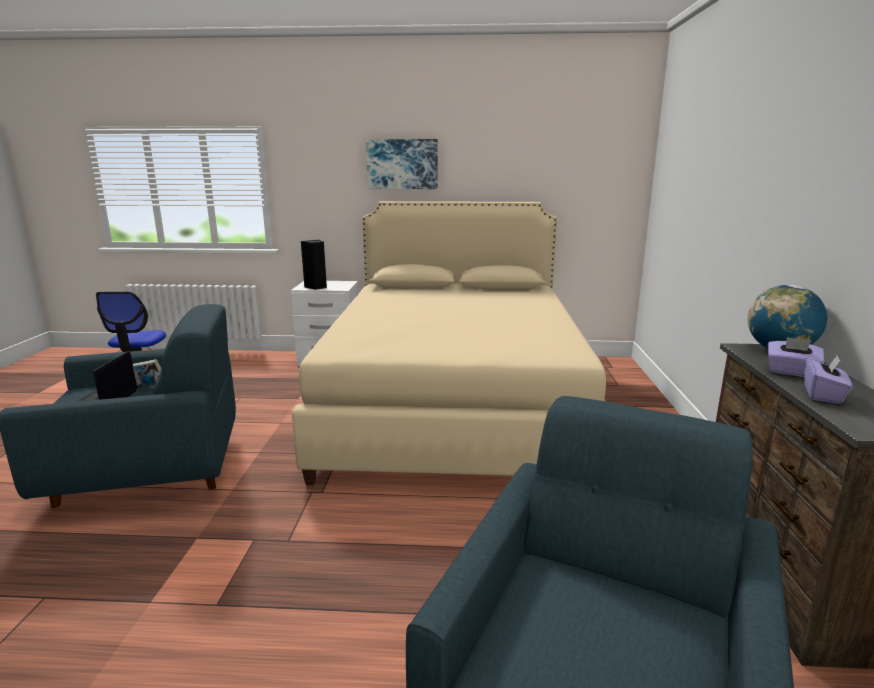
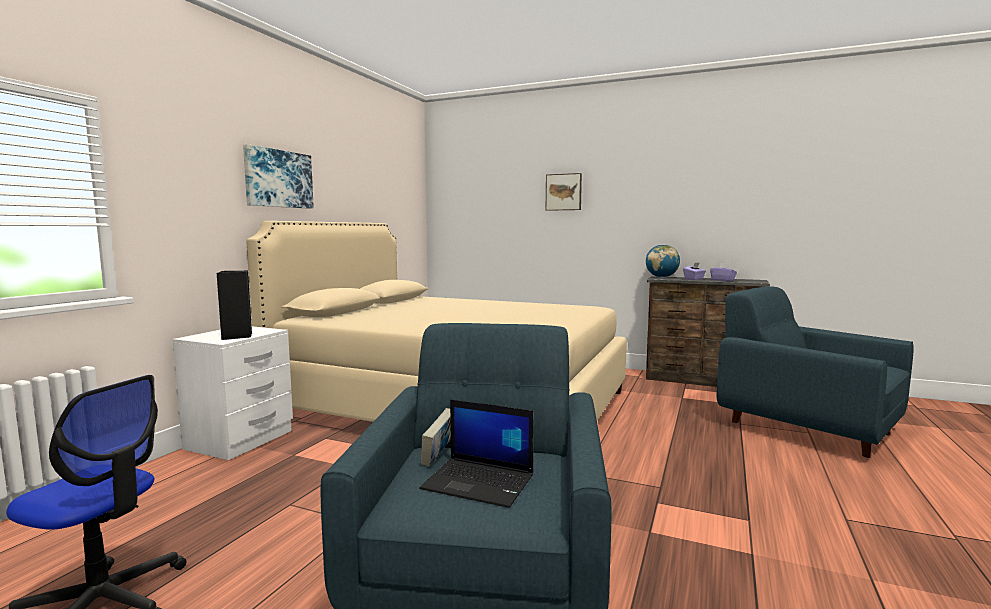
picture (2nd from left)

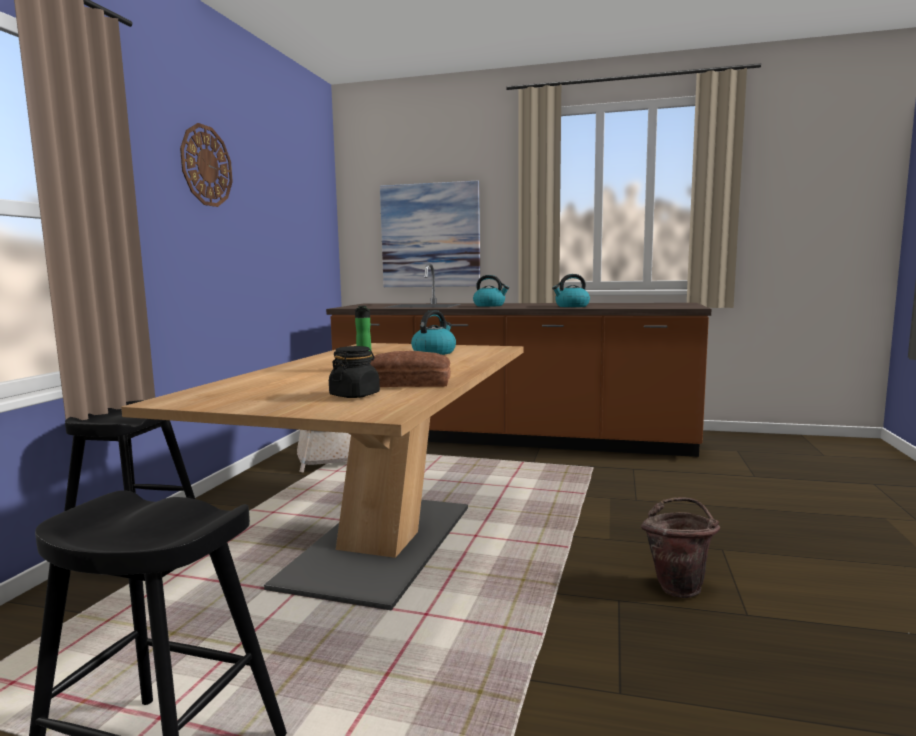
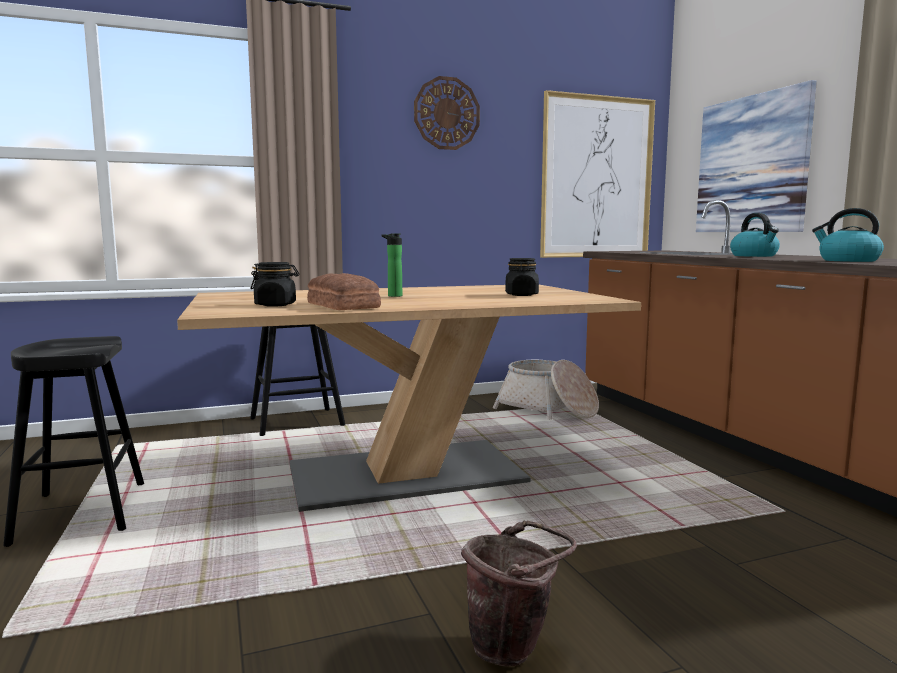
jar (black) (2nd from left); picture (1st from left)

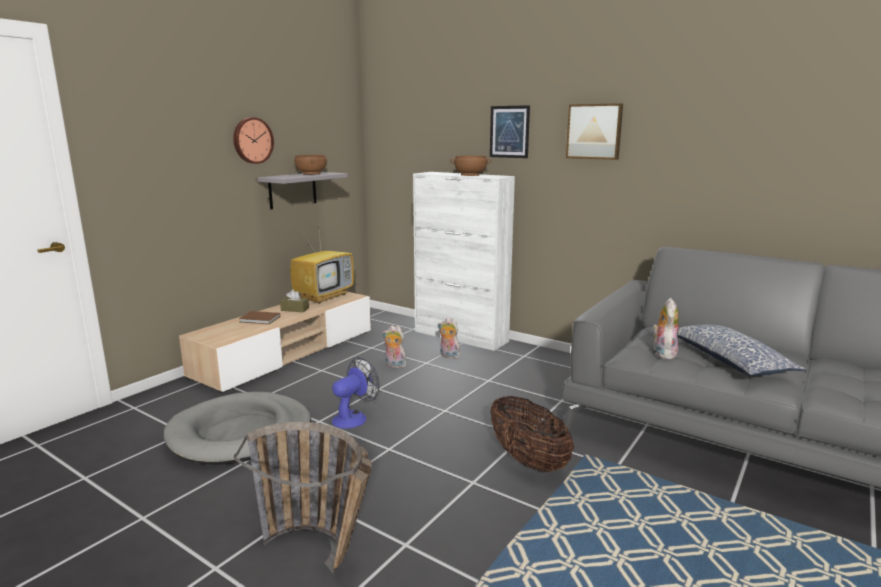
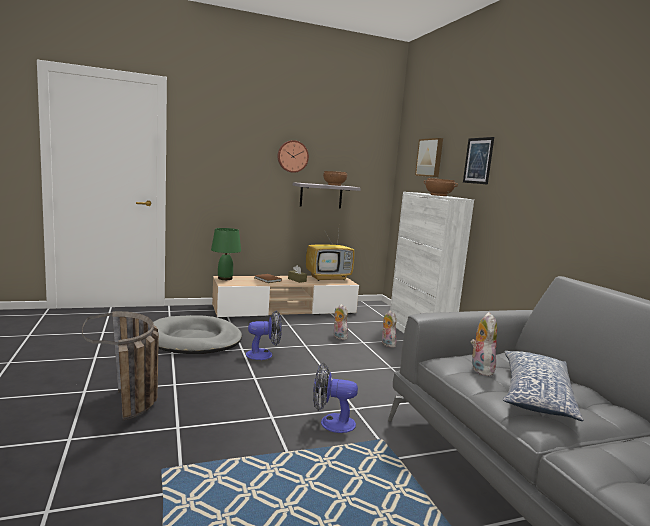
picture (1st from left); plush toy (3rd from left); fan (2nd from left); table lamp (green)

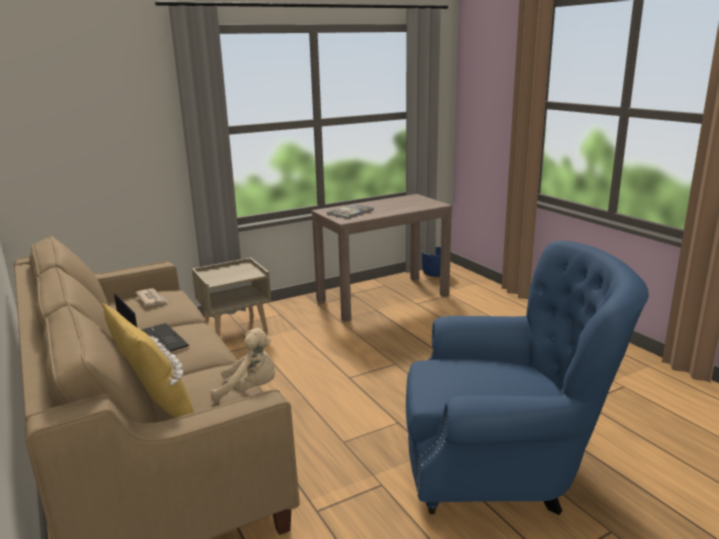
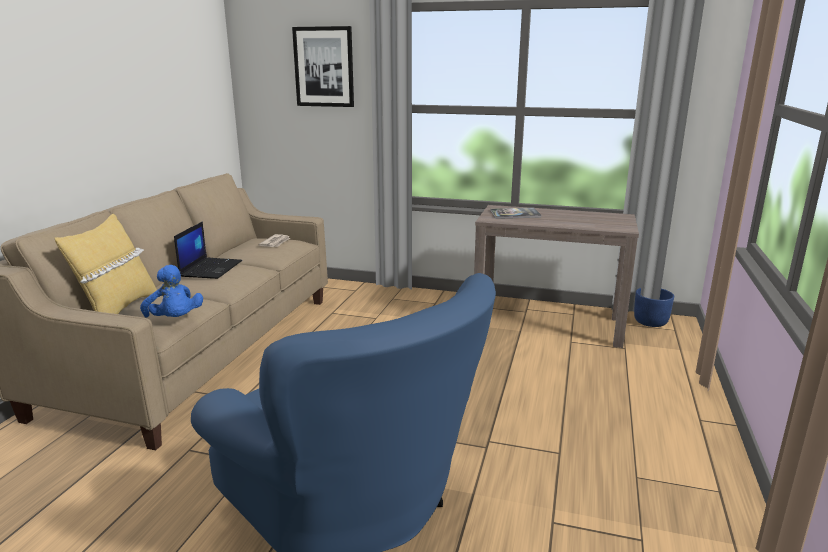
nightstand (beige); plush toy (blue); picture

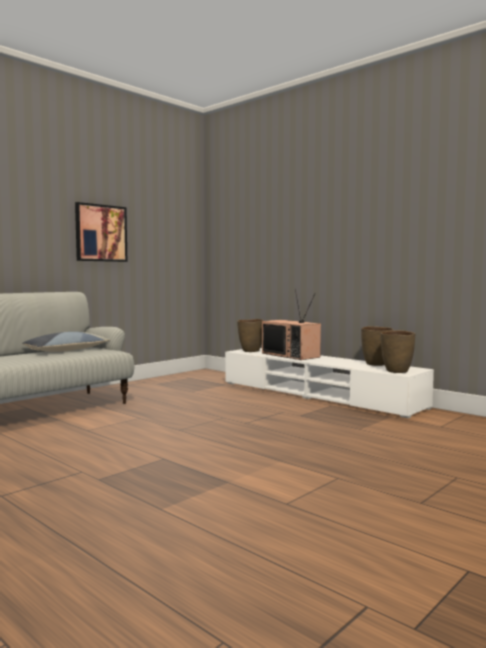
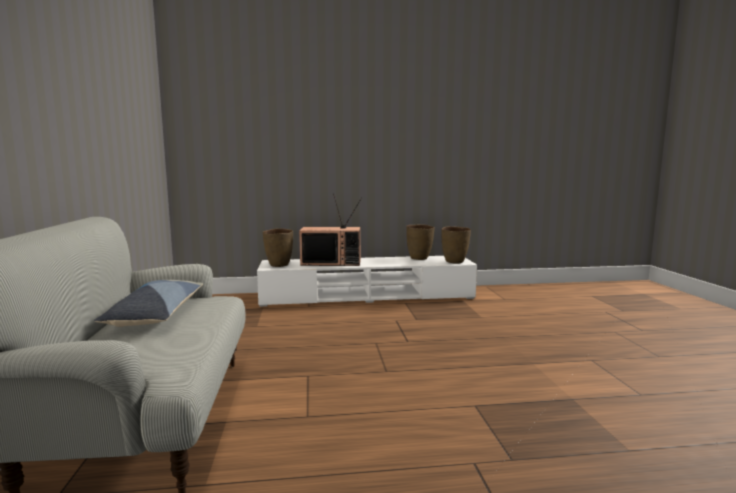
picture

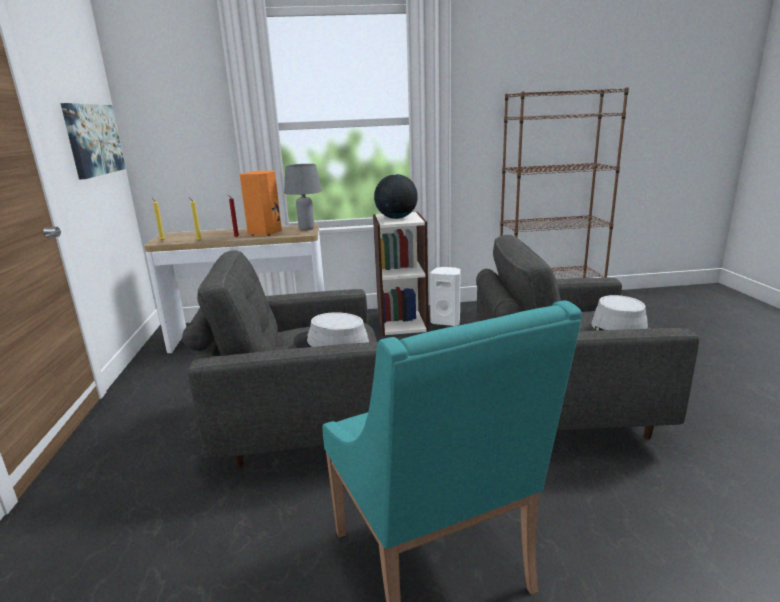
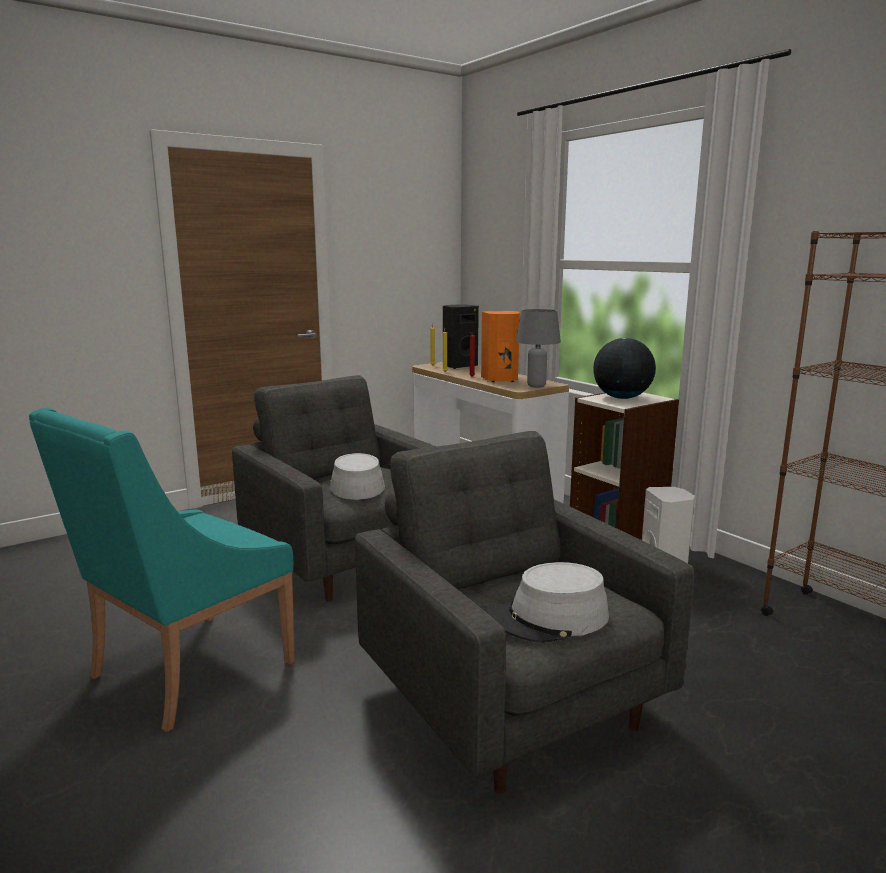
picture; speaker (black)

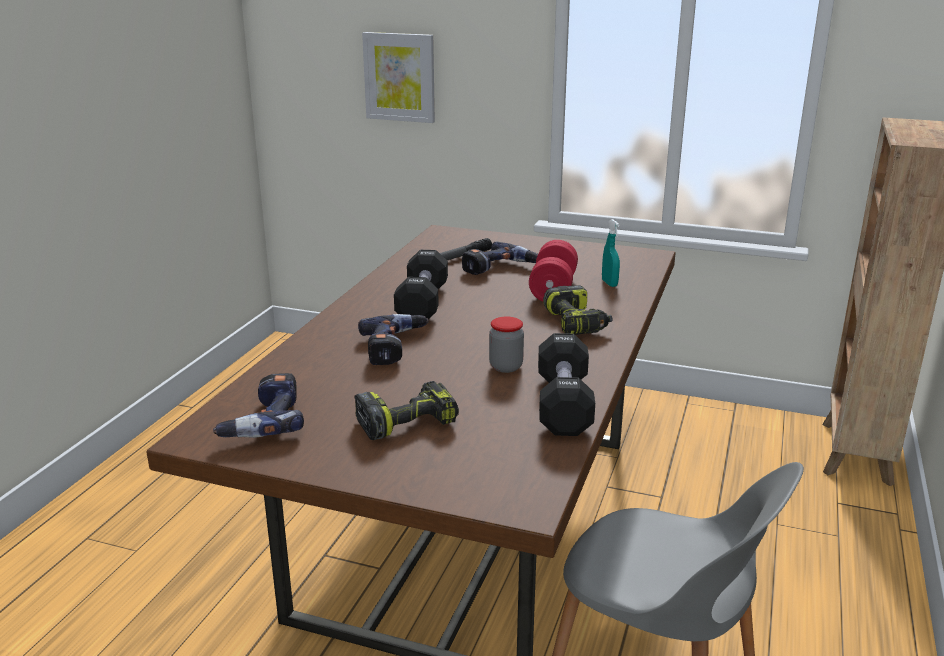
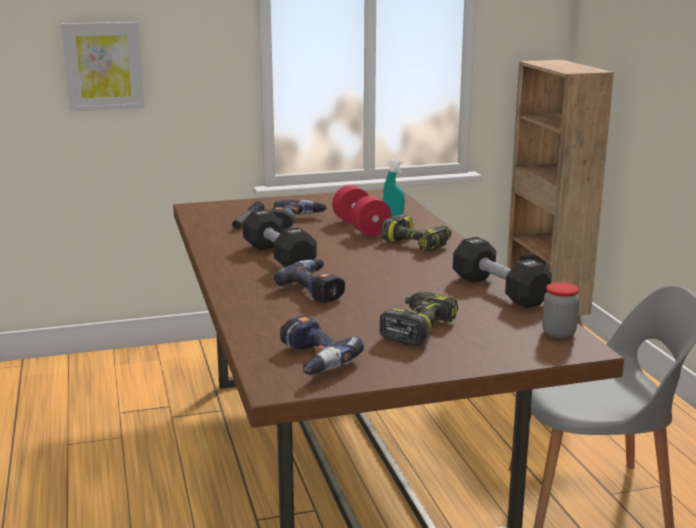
jar

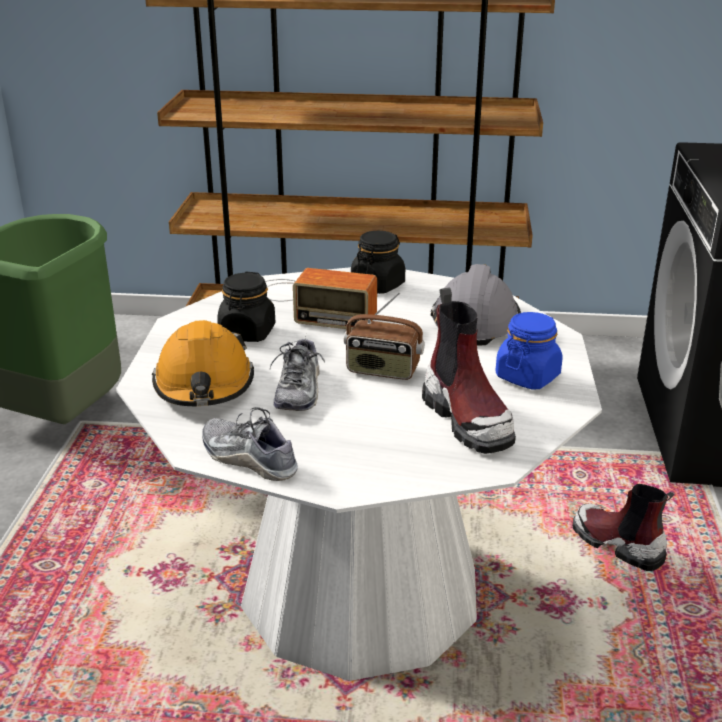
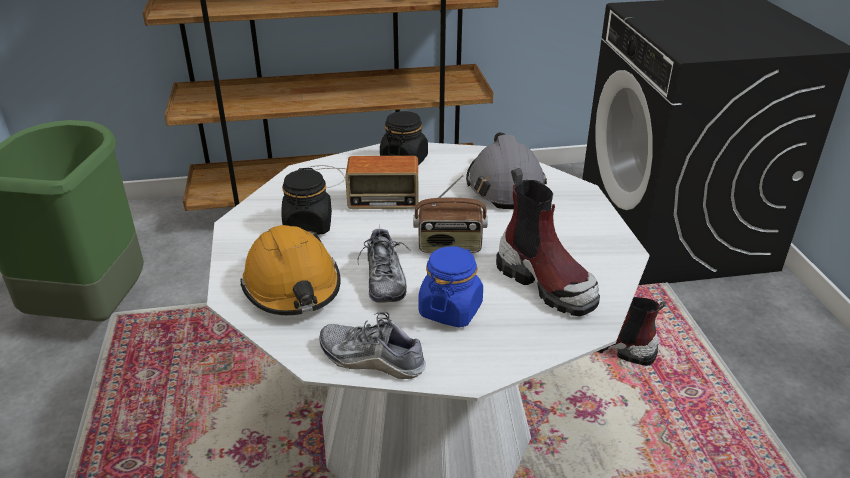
jar (blue)

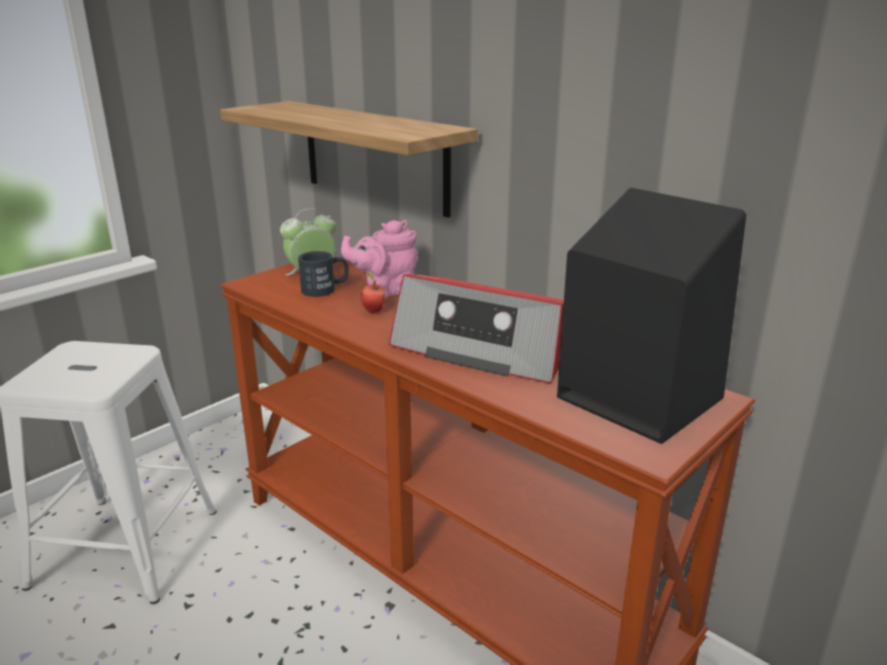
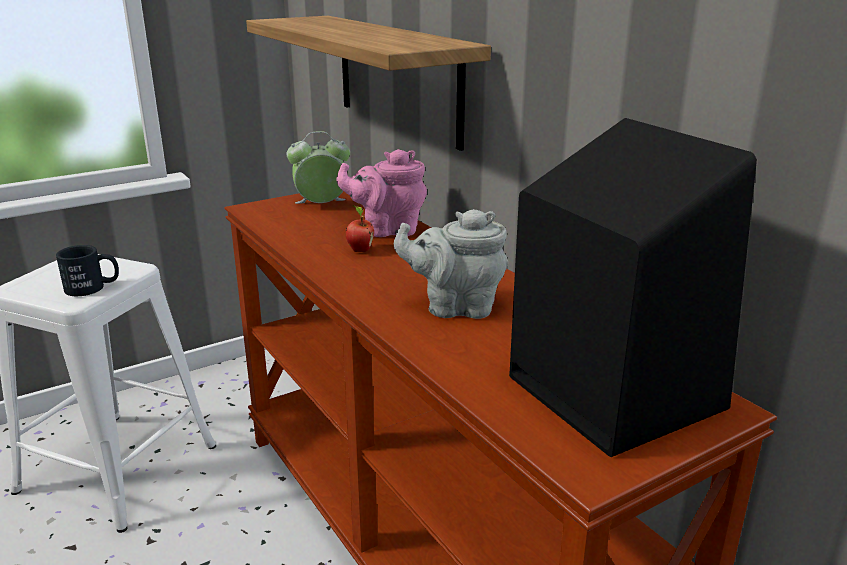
mug (black); teapot (grey)

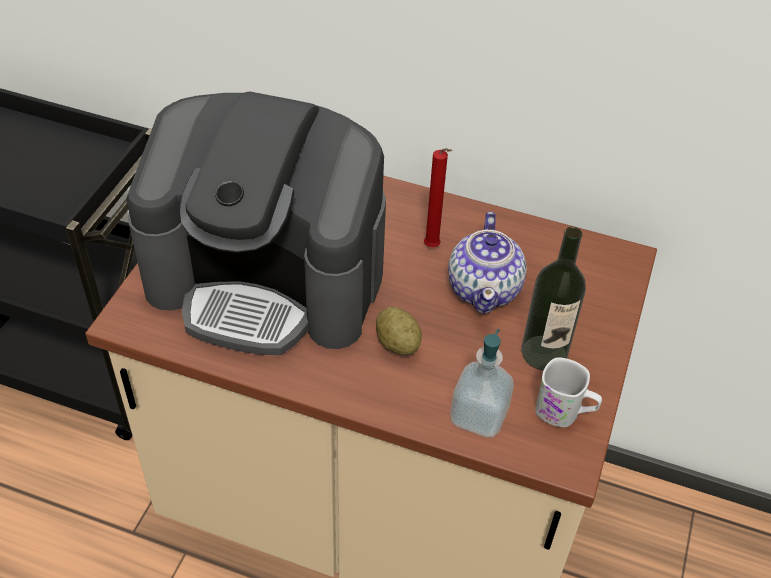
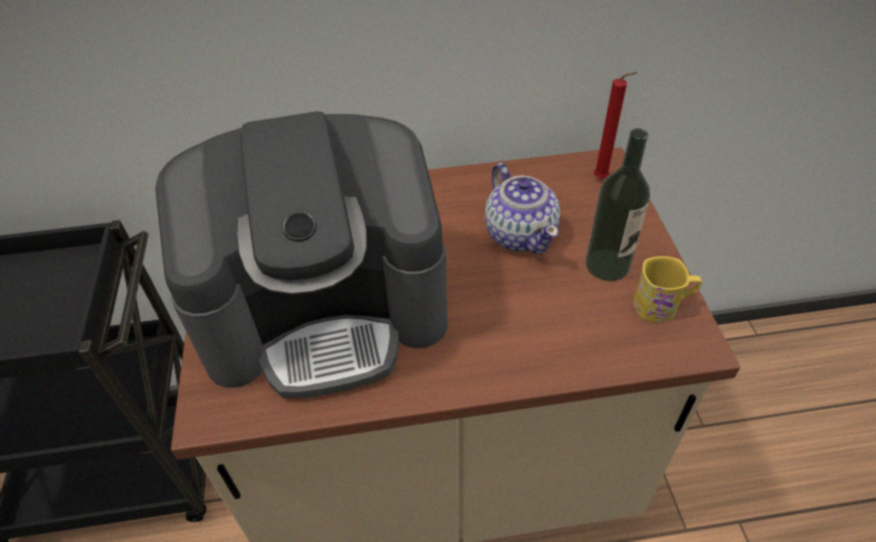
candle (red); potato; soap dispenser; mug (yellow)

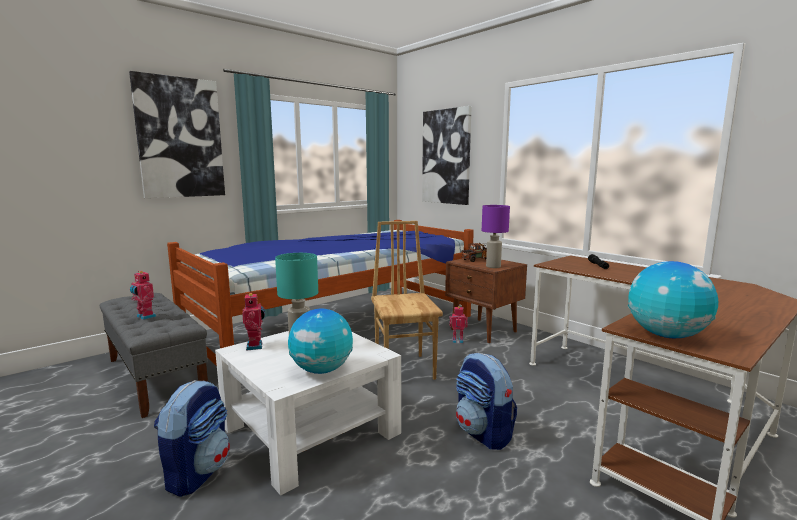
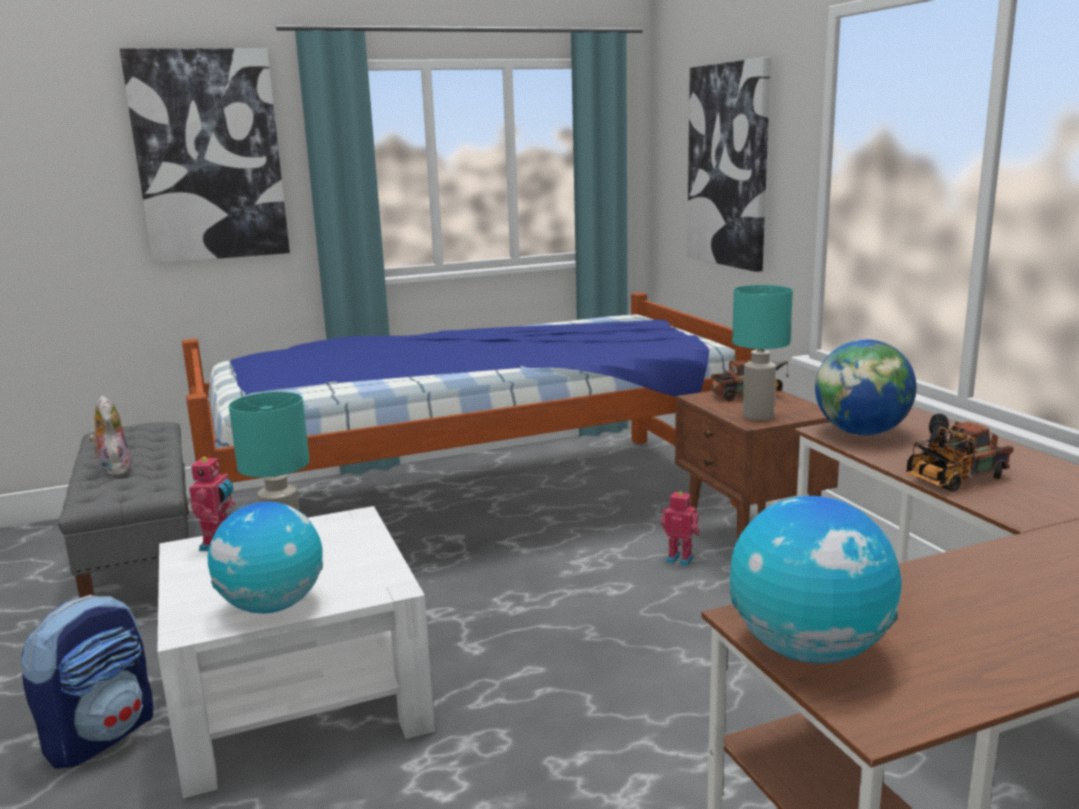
table lamp (turquoise) (2nd from left); chair (brown); plush toy; backpack (2nd from left in the first image); globe (3rd from left); toy truck (2nd from left)

